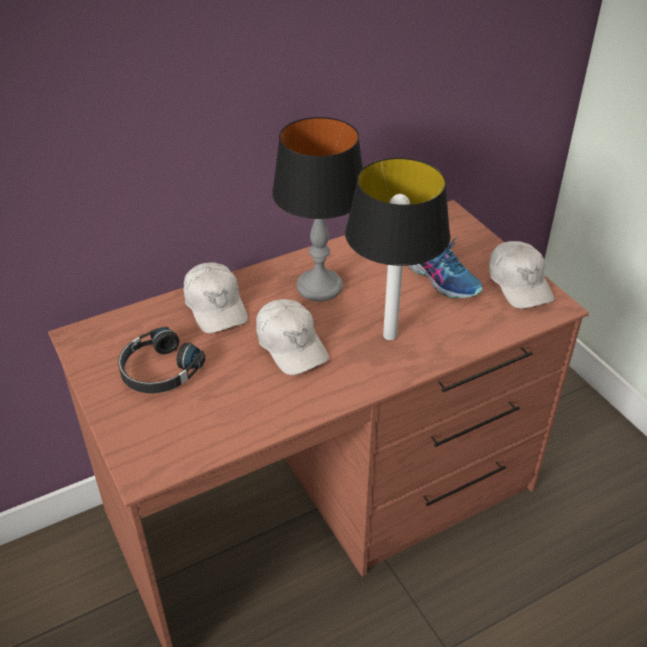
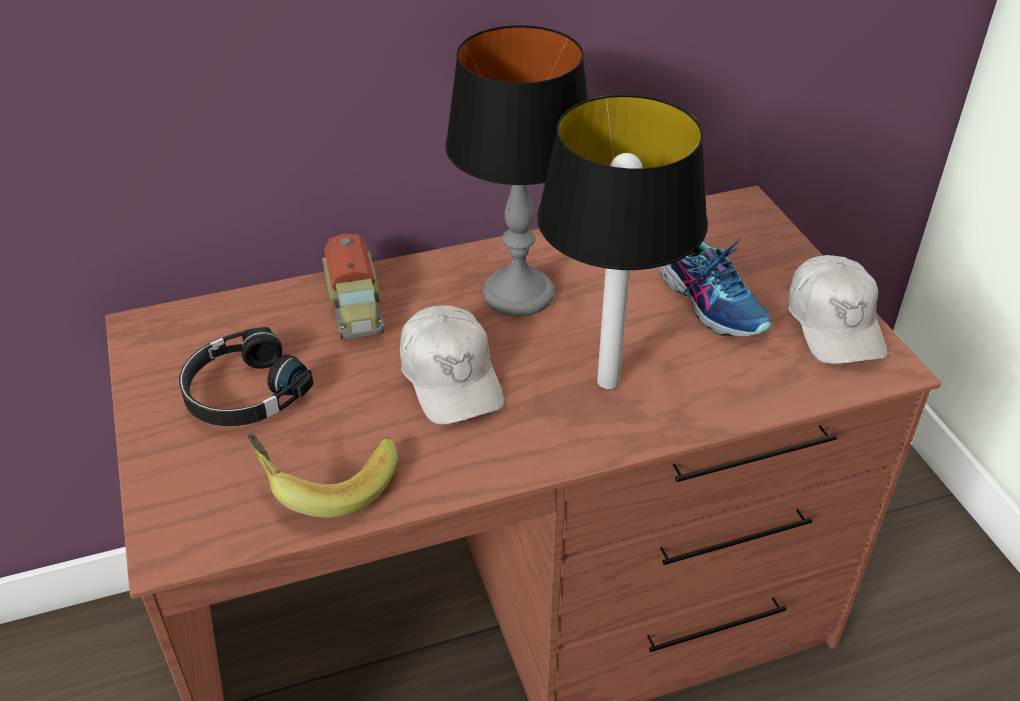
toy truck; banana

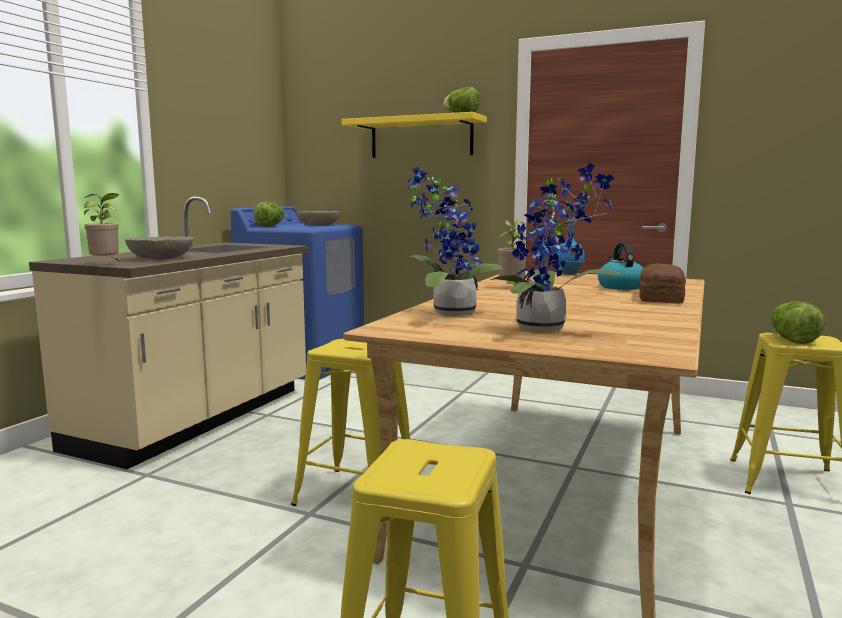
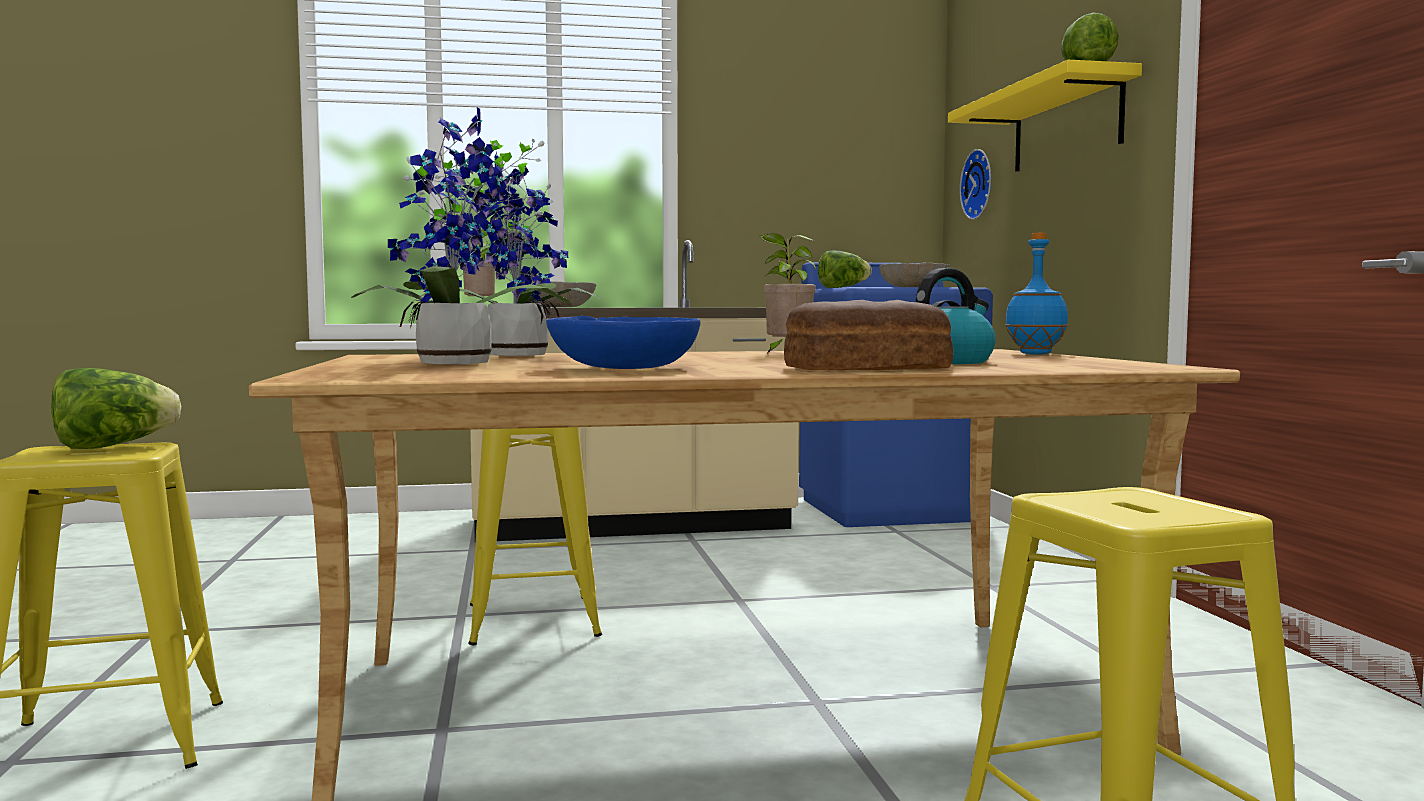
lettuce (1st from left); wall clock; bowl (blue)

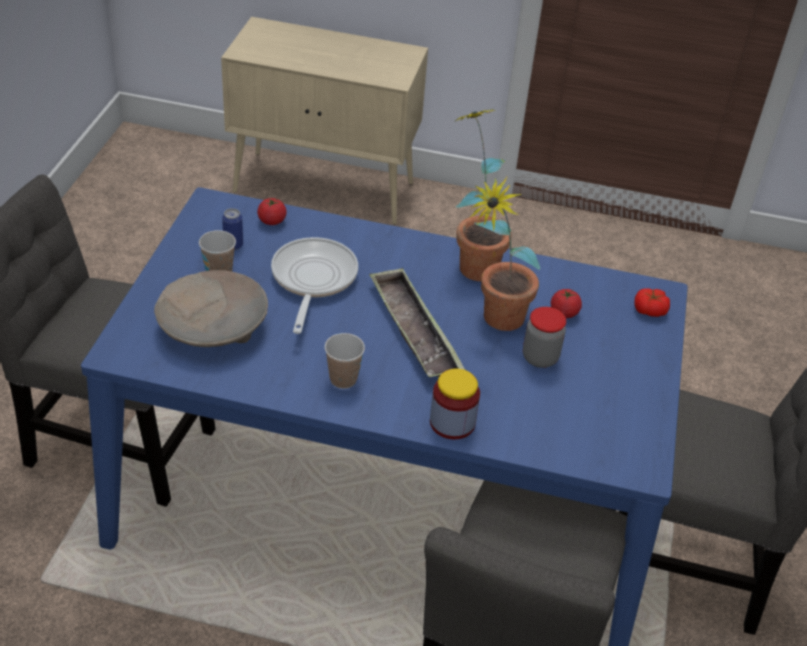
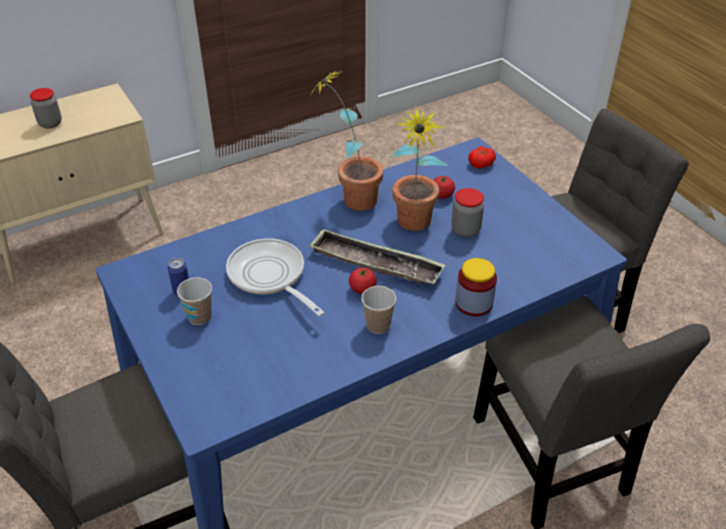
tomato (1st from left); bowl (beige); jar (1st from left)

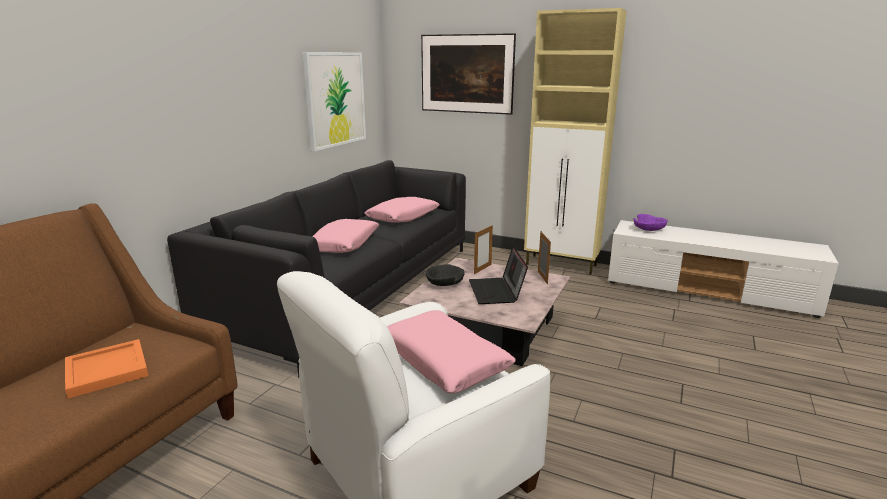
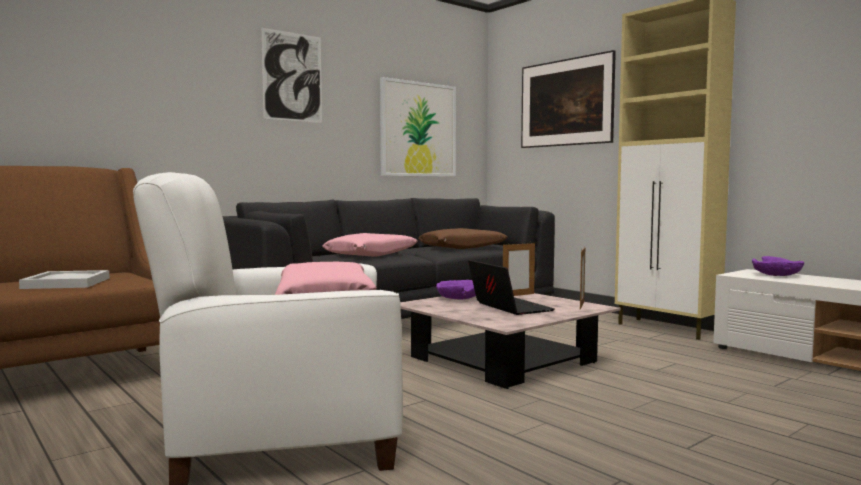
pillow (brown); laptop; bowl (purple) (1st from left); tray (white); picture (1st from left)

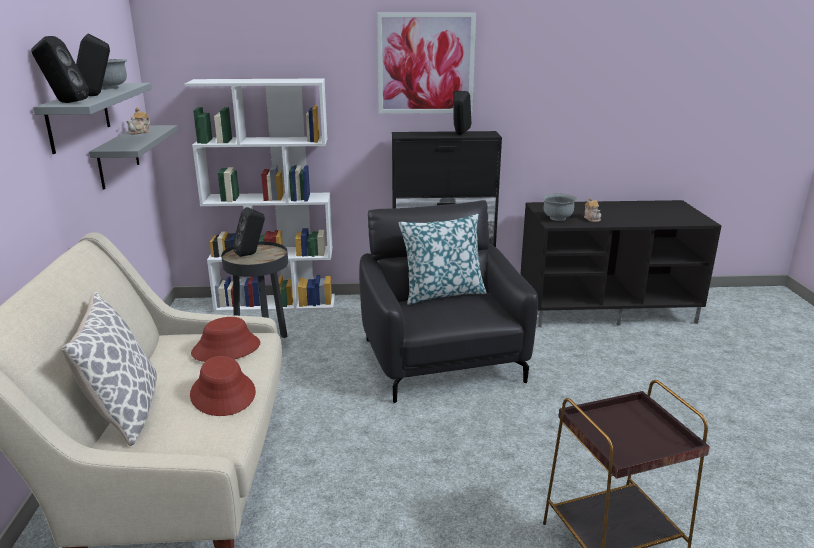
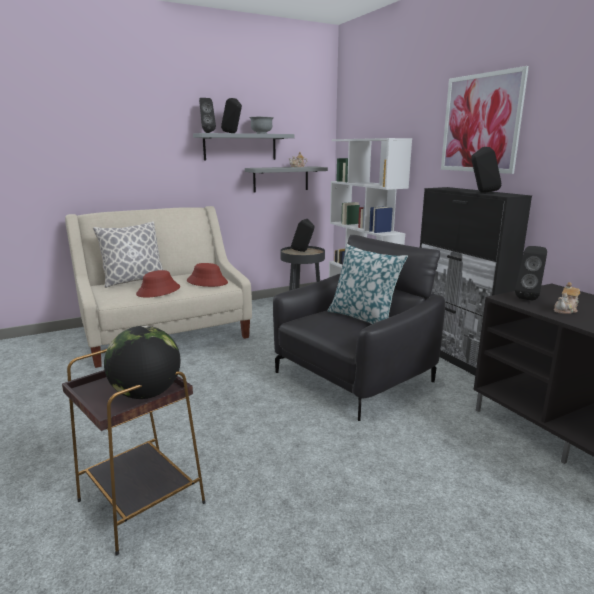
speaker (black) (5th from left); globe

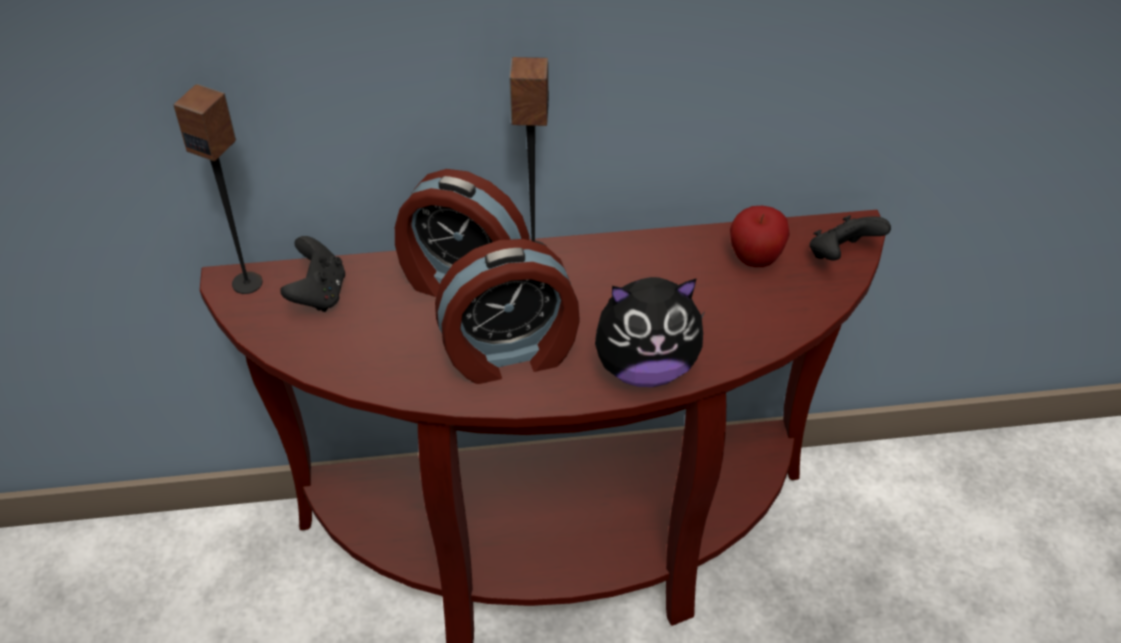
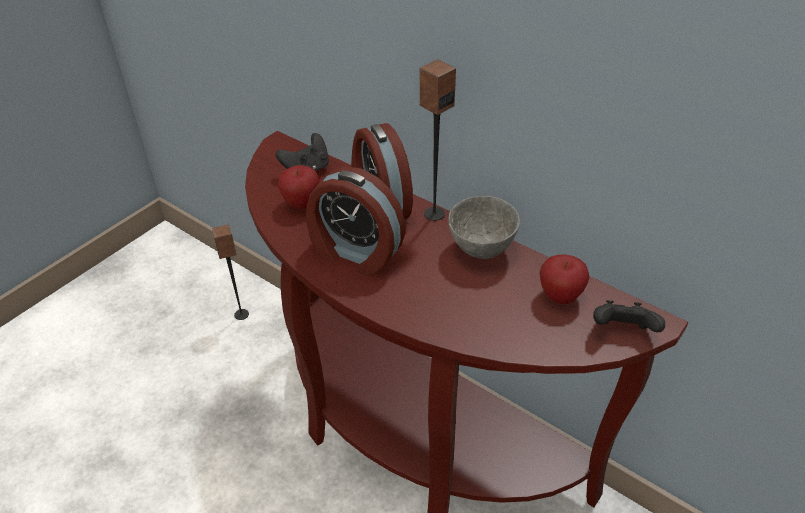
speaker (1st from left); plush toy; apple (1st from left); bowl (grey)

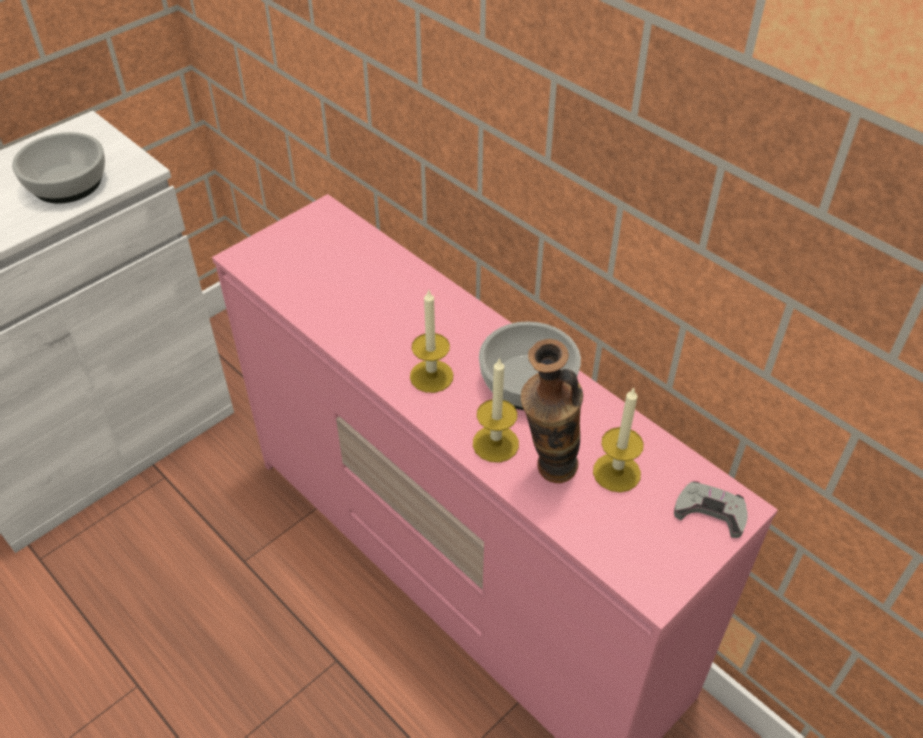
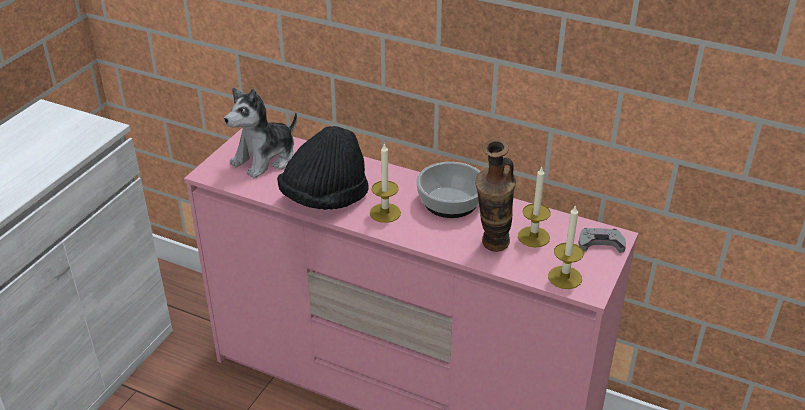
bowl (1st from left in the first image); candle (3rd from left); plush toy; hat (black)

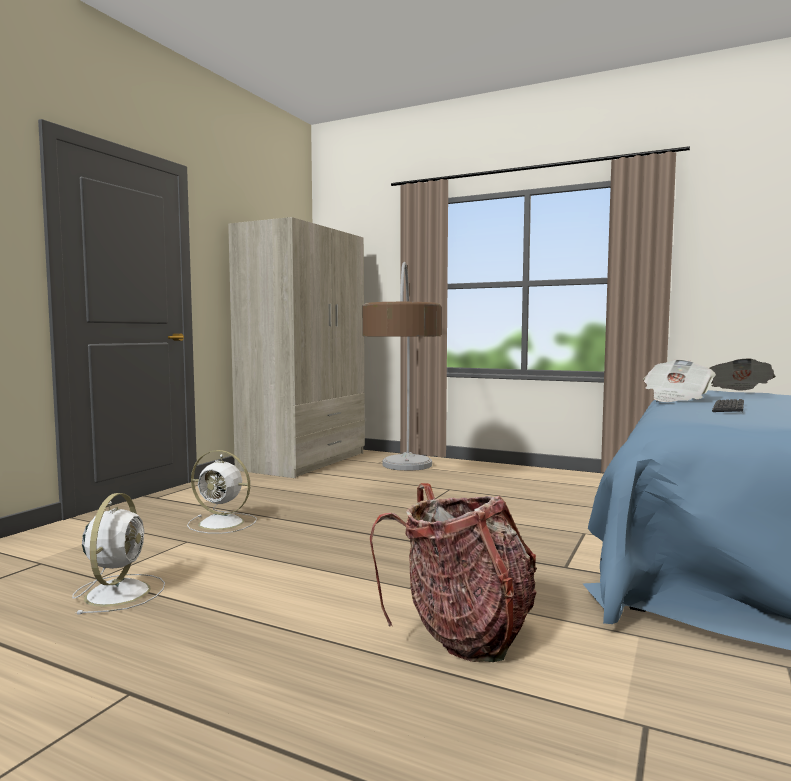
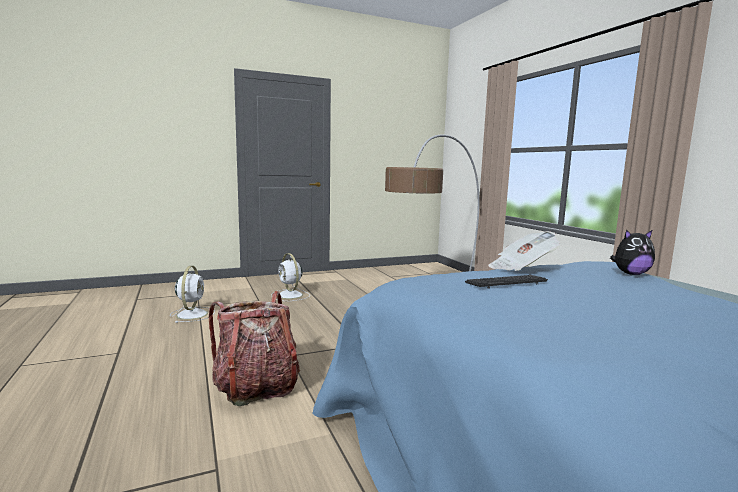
wardrobe (beige); plush toy; fan (white) (1st from left)

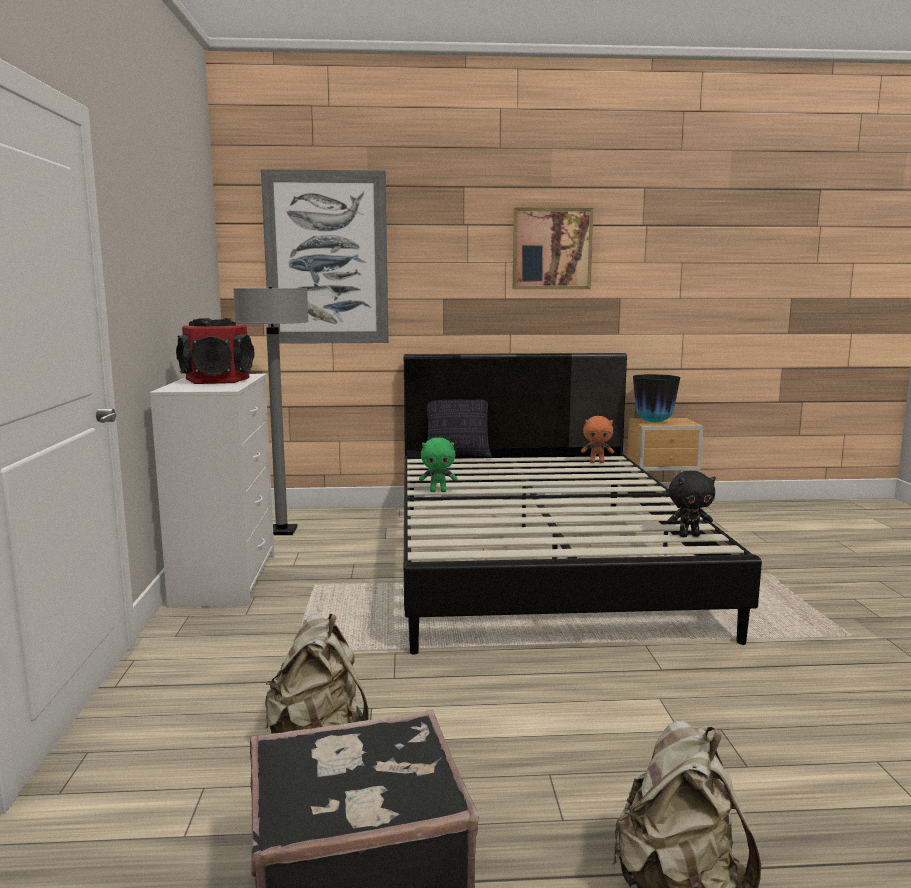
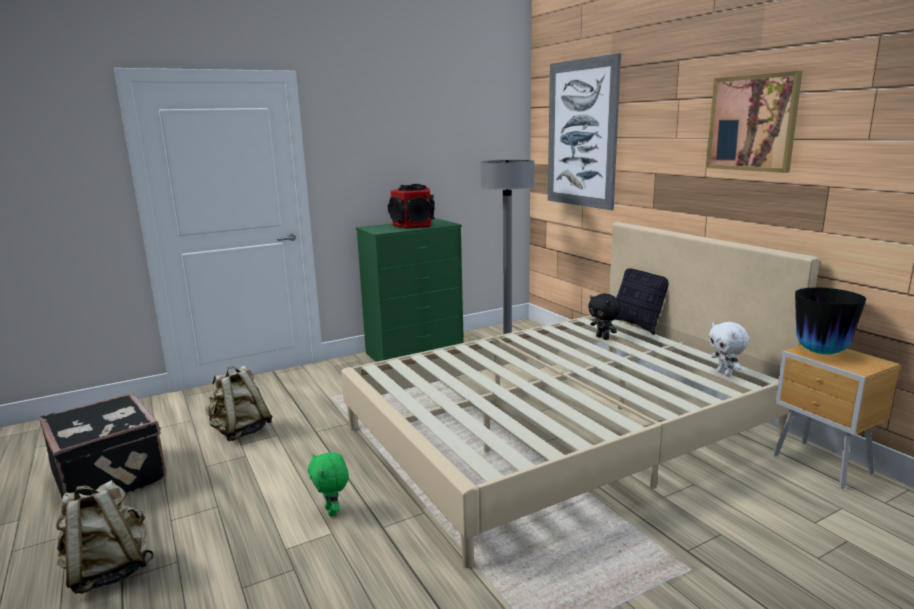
bed (beige); dresser (green); plush toy (white); plush toy (green); plush toy (black)

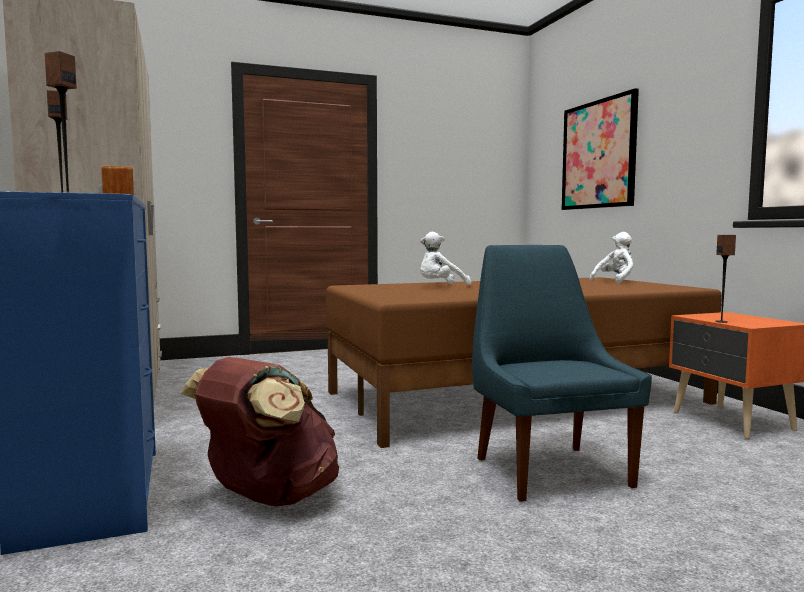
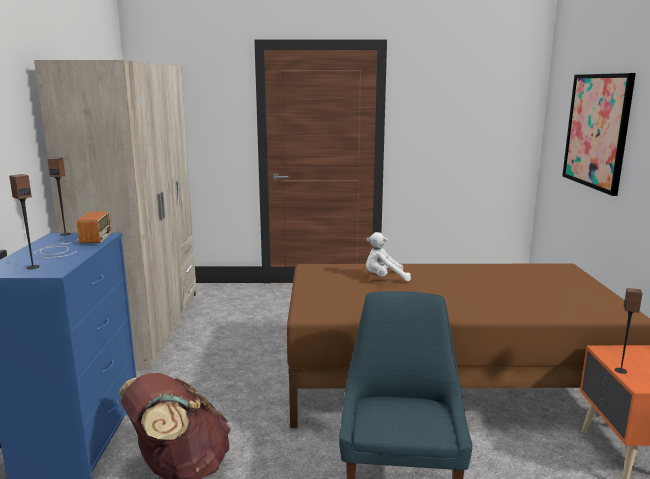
plush toy (white) (2nd from left in the first image)

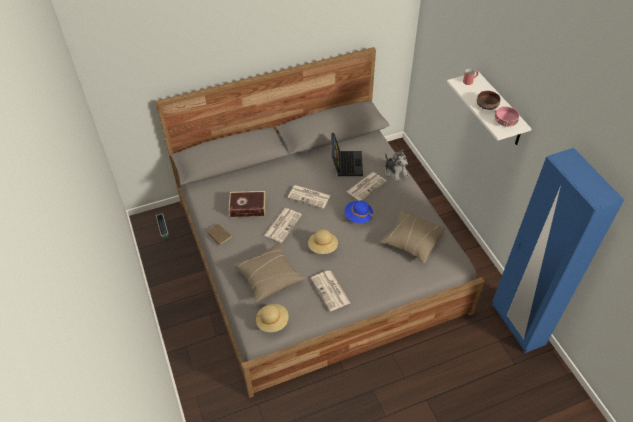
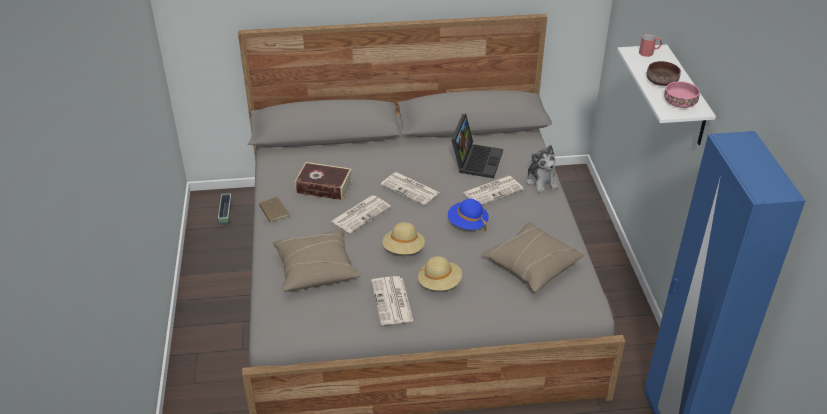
hat (beige) (2nd from left)

